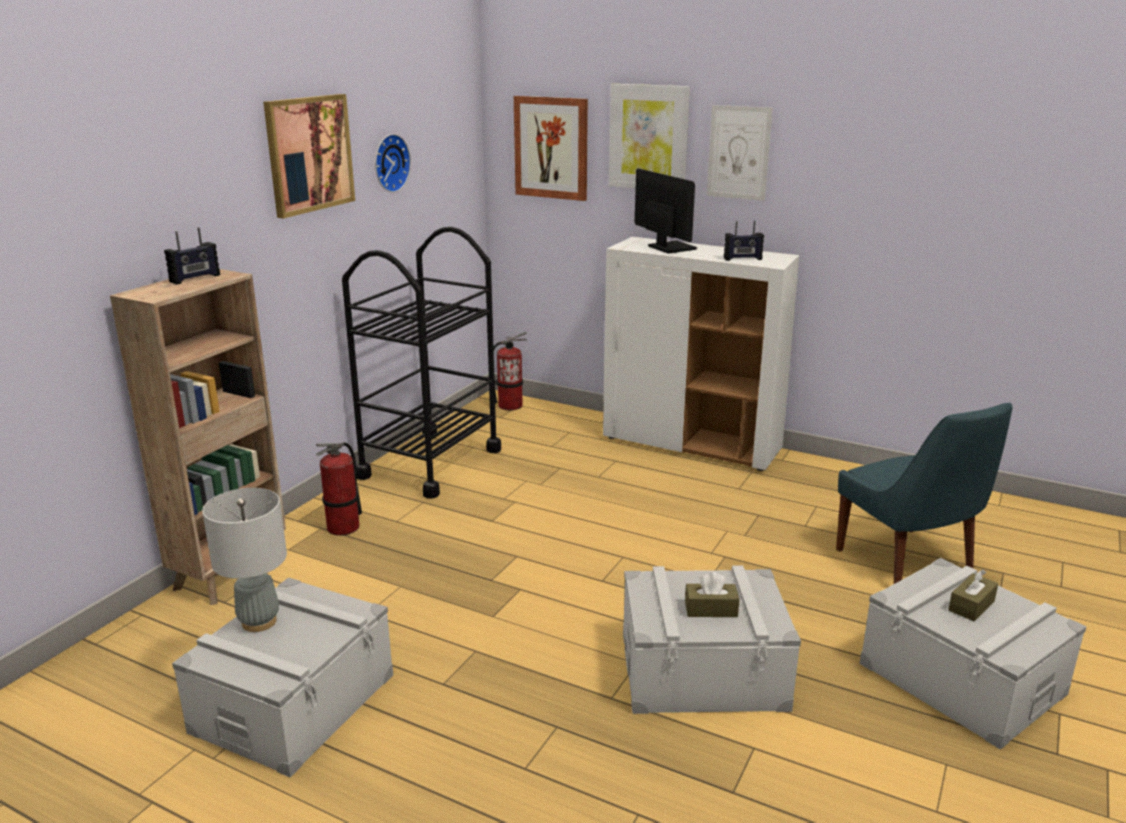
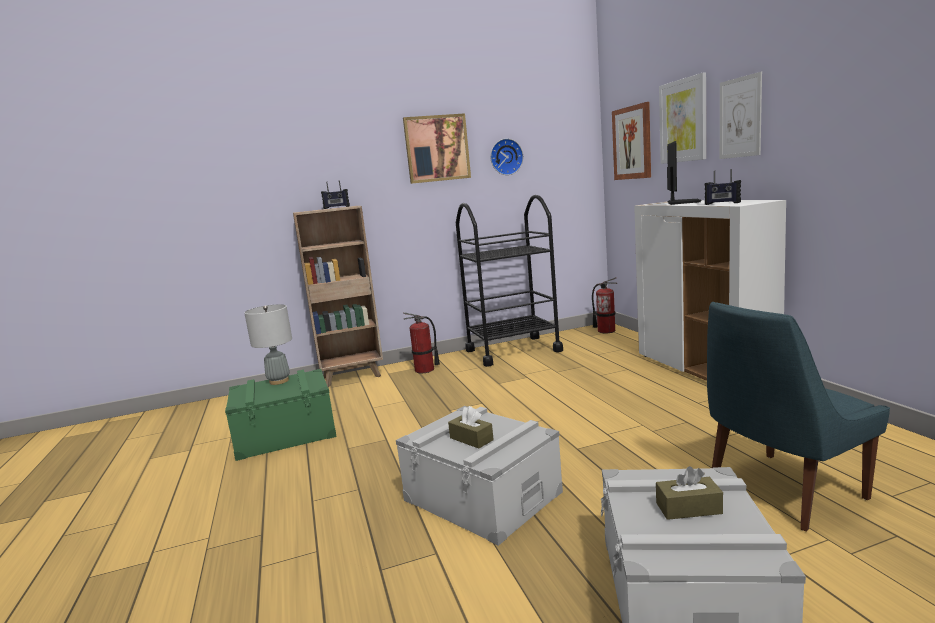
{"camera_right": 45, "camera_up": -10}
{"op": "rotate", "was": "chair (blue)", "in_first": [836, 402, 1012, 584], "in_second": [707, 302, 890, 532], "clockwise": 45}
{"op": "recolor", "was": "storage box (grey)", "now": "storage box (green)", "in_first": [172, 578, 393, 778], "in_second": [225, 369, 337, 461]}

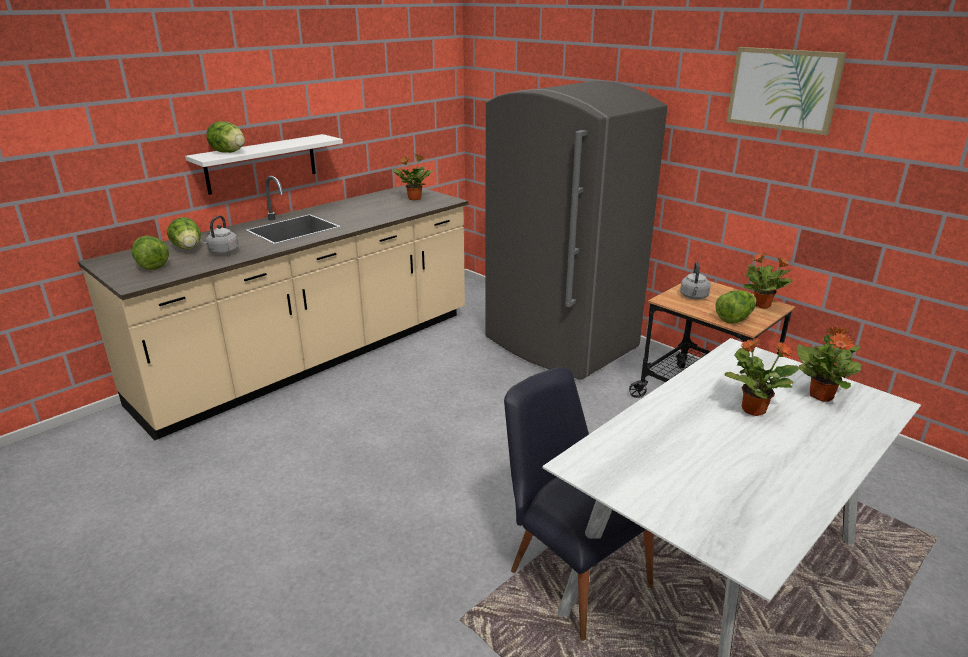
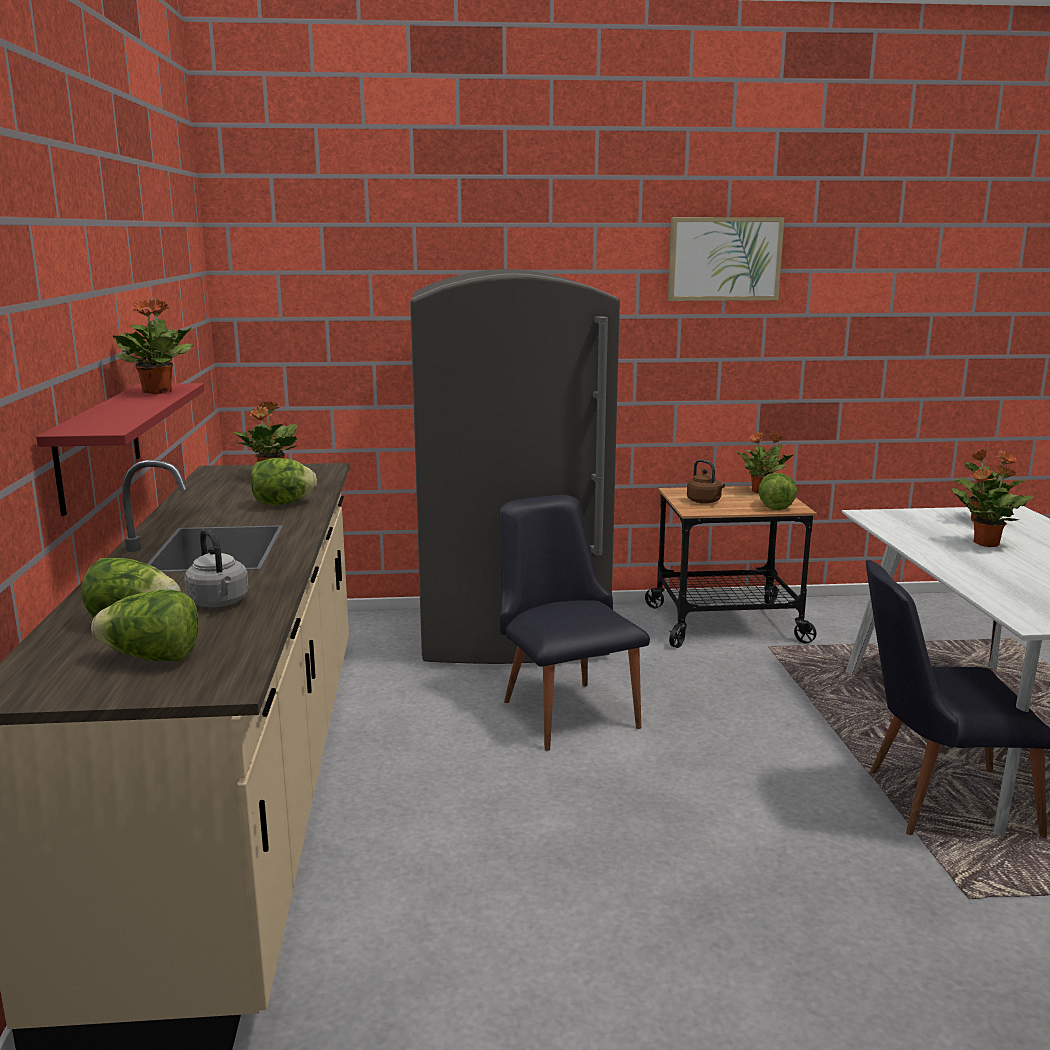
{"camera_right": -50, "camera_up": -10}
{"op": "move", "was": "lettuce", "in_first": [206, 121, 245, 153], "in_second": [251, 458, 317, 505]}
{"op": "recolor", "was": "shelf (white)", "now": "shelf (red)", "in_first": [185, 134, 343, 195], "in_second": [36, 383, 204, 516]}
{"op": "recolor", "was": "kettle (grey)", "now": "kettle (brown)", "in_first": [680, 262, 711, 299], "in_second": [687, 459, 725, 504]}
{"op": "insert", "now": "potted plant", "in_second": [113, 299, 193, 394]}
{"op": "insert", "now": "chair (black)", "in_second": [500, 495, 650, 751]}

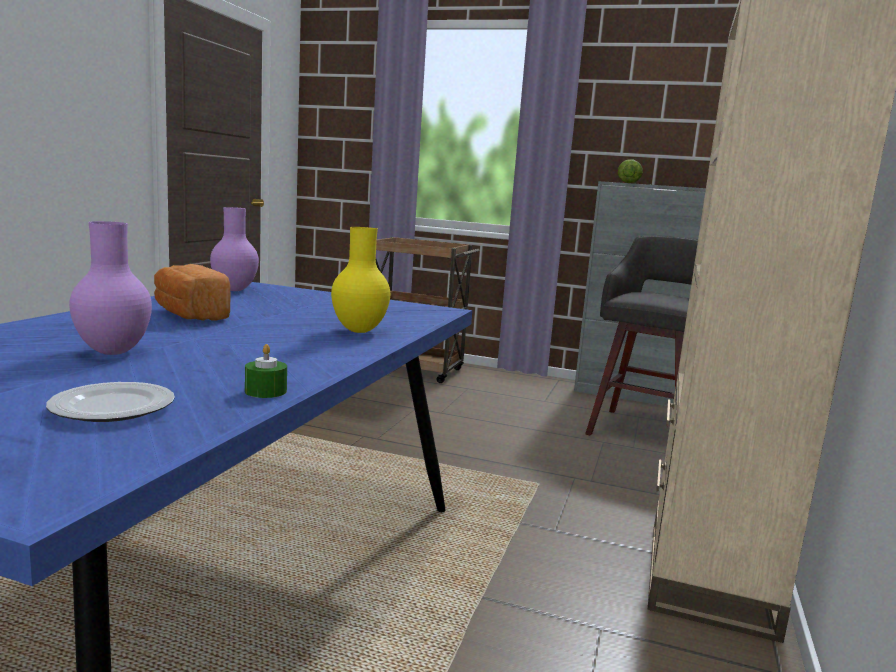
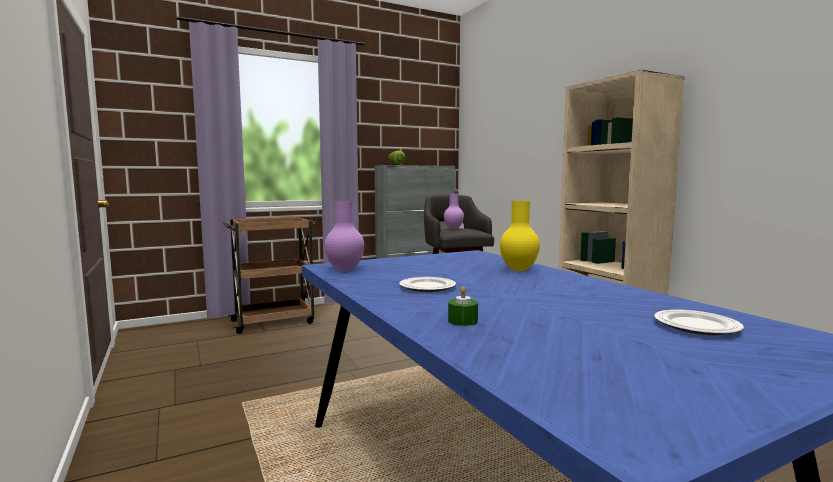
{"camera_right": -45, "camera_up": -5}
{"op": "move", "was": "vase (purple)", "in_first": [69, 221, 152, 355], "in_second": [444, 194, 464, 230]}
{"op": "replace", "was": "bread", "now": "plate", "in_first": [154, 264, 230, 321], "in_second": [399, 277, 456, 292]}
{"op": "move", "was": "candle (green)", "in_first": [245, 344, 287, 398], "in_second": [448, 286, 478, 326]}

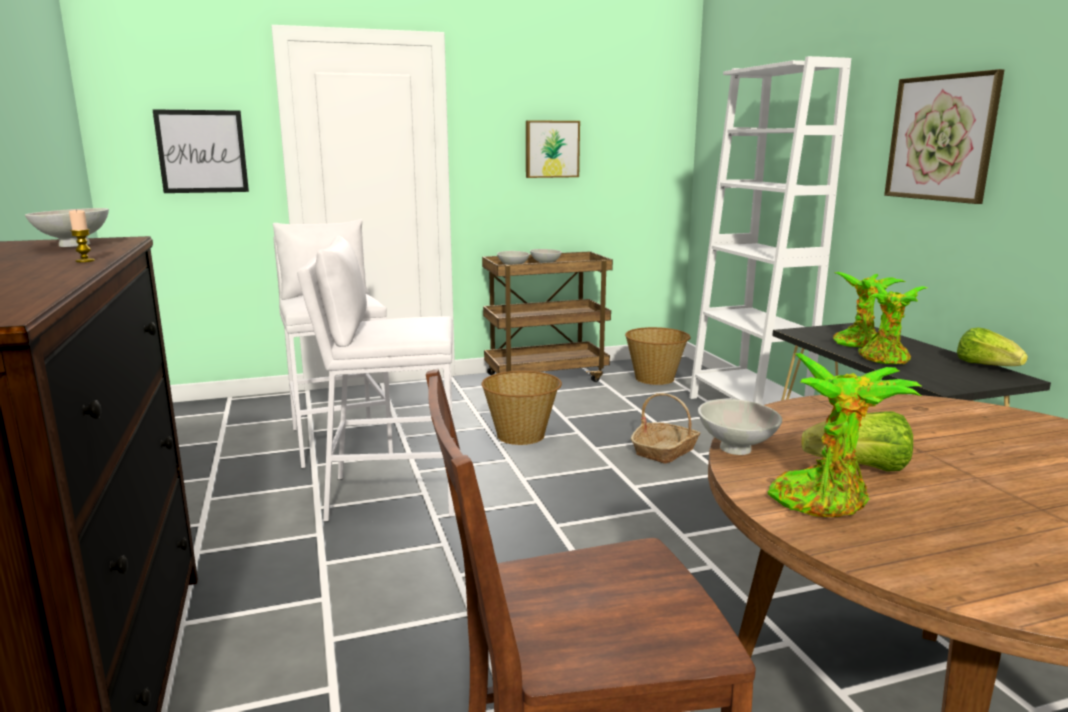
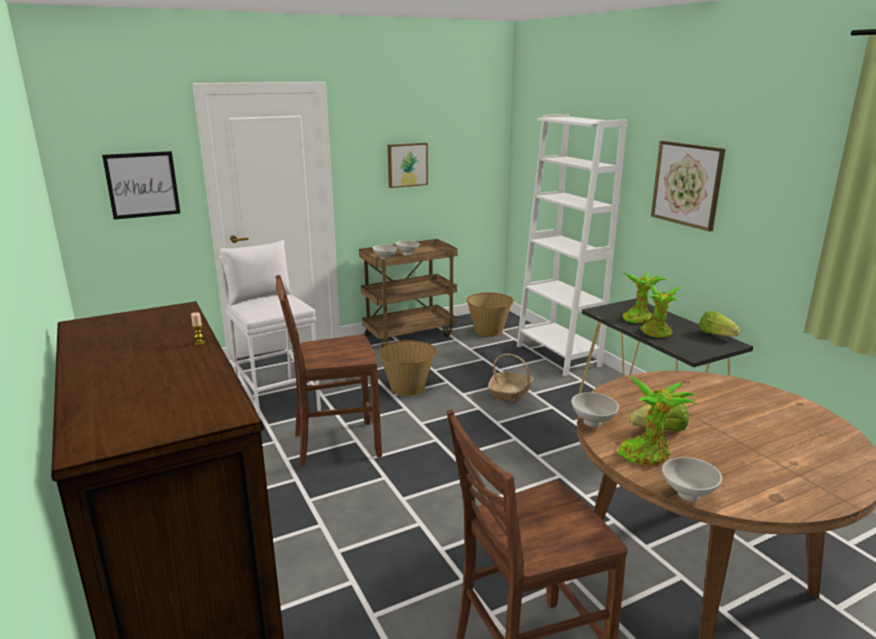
{"camera_right": -10, "camera_up": 5}
{"op": "move", "was": "bowl (white)", "in_first": [25, 208, 109, 247], "in_second": [662, 457, 722, 501]}
{"op": "replace", "was": "stool (white)", "now": "chair (brown)", "in_first": [297, 236, 454, 522], "in_second": [276, 275, 382, 466]}

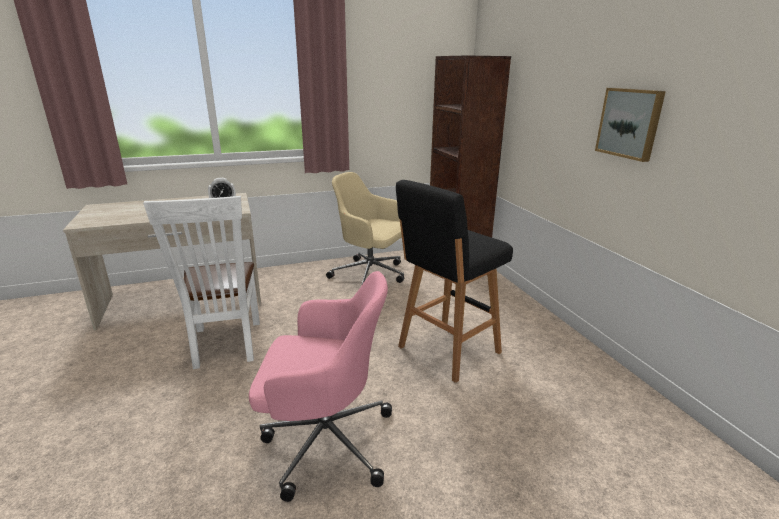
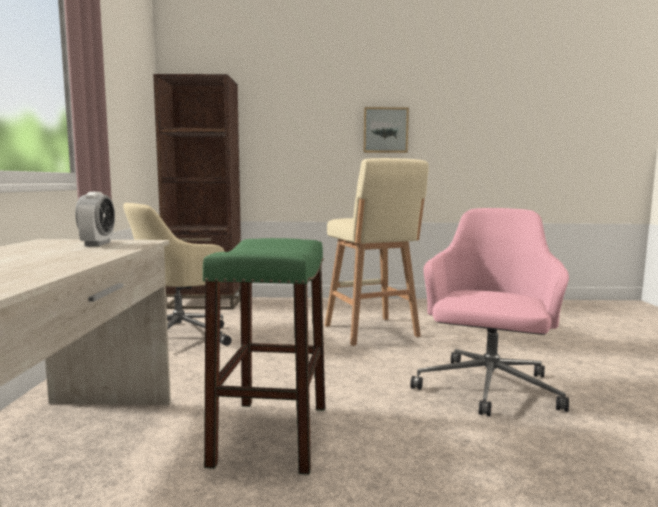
{"camera_right": -70, "camera_up": -15}
{"op": "recolor", "was": "stool (black)", "now": "stool (beige)", "in_first": [396, 180, 513, 383], "in_second": [325, 158, 429, 346]}
{"op": "replace", "was": "chair (white)", "now": "stool (green)", "in_first": [143, 196, 260, 369], "in_second": [202, 238, 325, 475]}

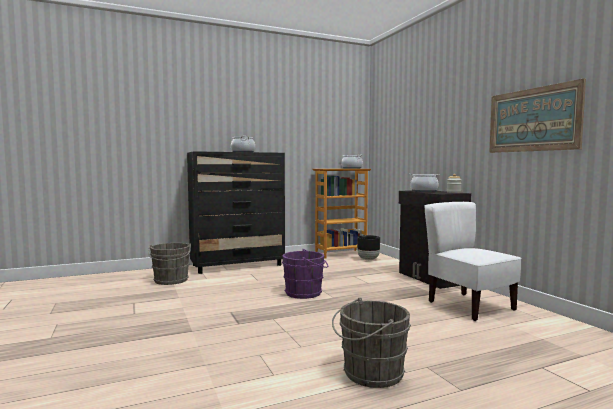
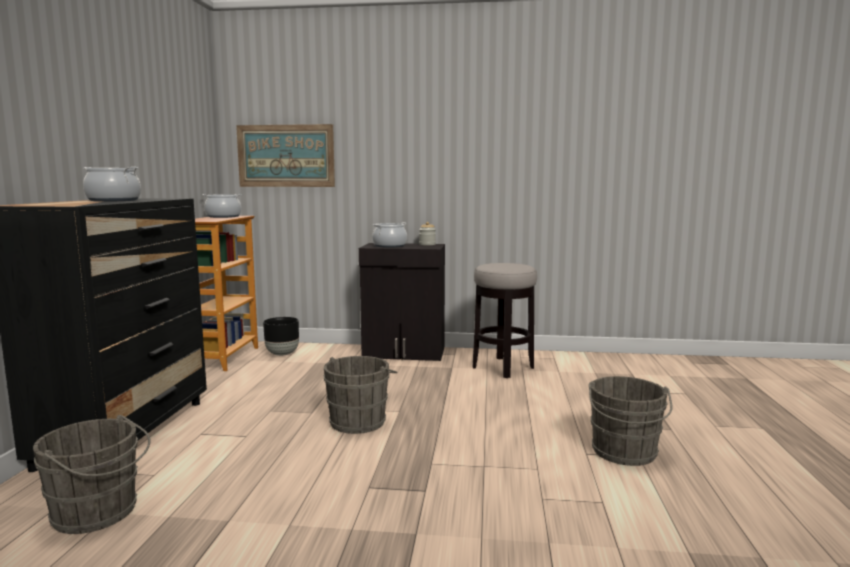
{"camera_right": -60, "camera_up": 5}
{"op": "move", "was": "picture", "in_first": [489, 79, 586, 153], "in_second": [236, 124, 335, 187]}
{"op": "replace", "was": "chair (white)", "now": "stool", "in_first": [425, 202, 521, 321], "in_second": [473, 263, 537, 378]}
{"op": "recolor", "was": "bucket (purple)", "now": "bucket (grey)", "in_first": [282, 249, 328, 299], "in_second": [323, 356, 397, 434]}

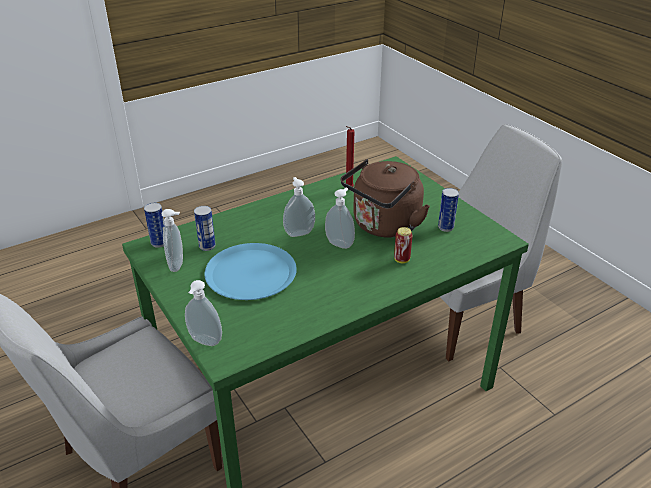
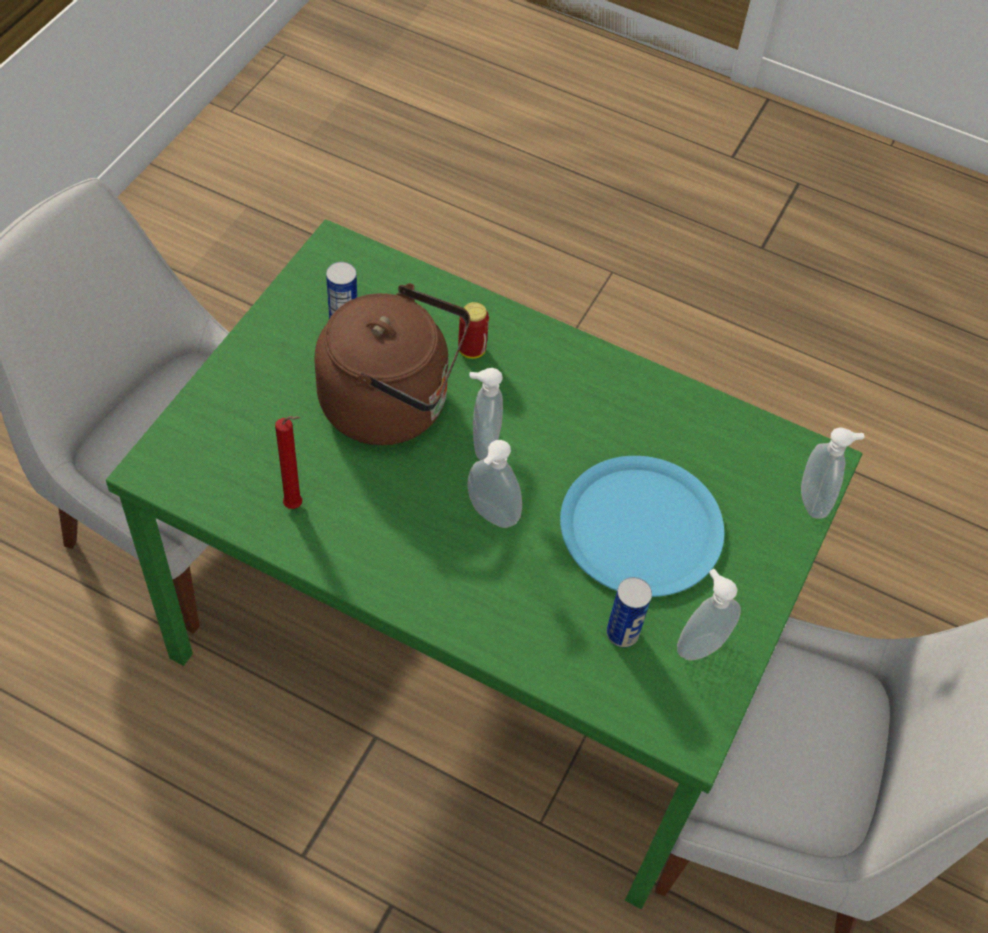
{"camera_right": -125, "camera_up": 20}
{"op": "delete", "was": "can", "in_first": [144, 203, 165, 248]}

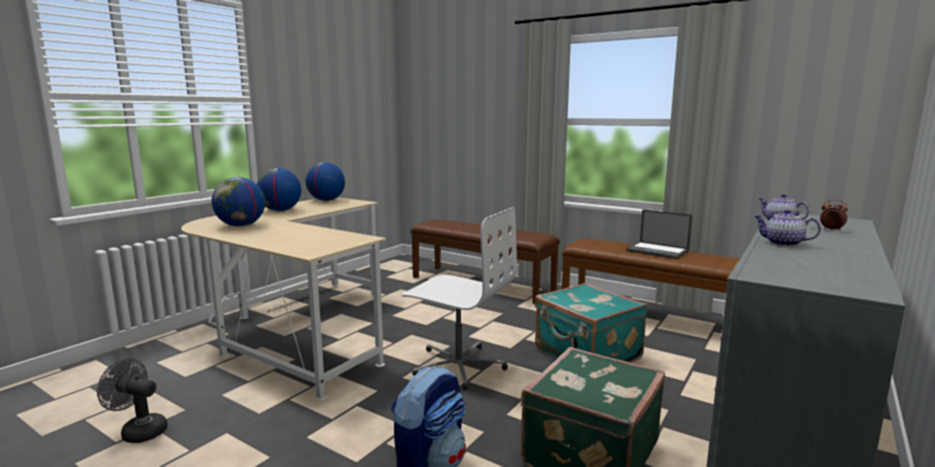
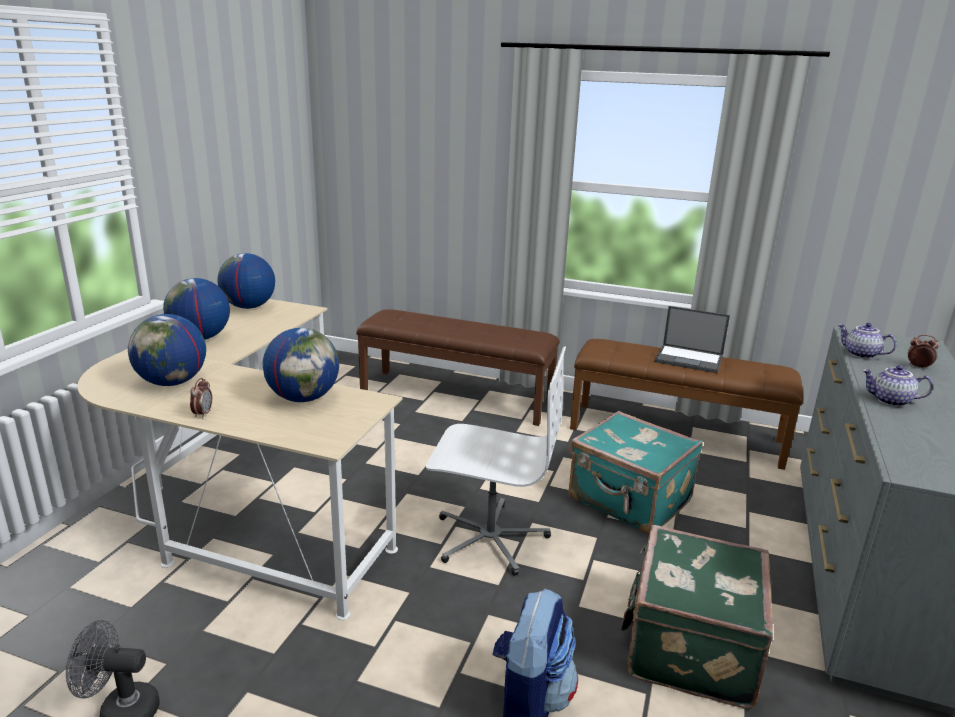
{"camera_right": -15, "camera_up": 10}
{"op": "insert", "now": "globe", "in_second": [263, 328, 339, 402]}
{"op": "insert", "now": "alarm clock", "in_second": [190, 378, 212, 419]}

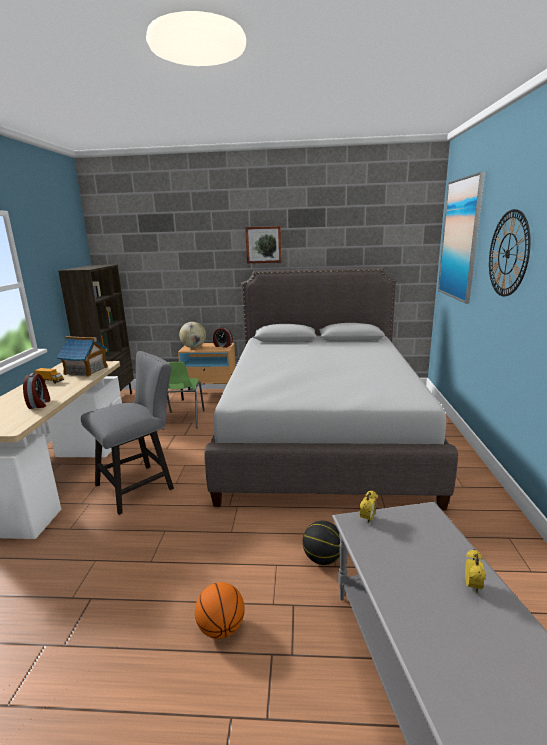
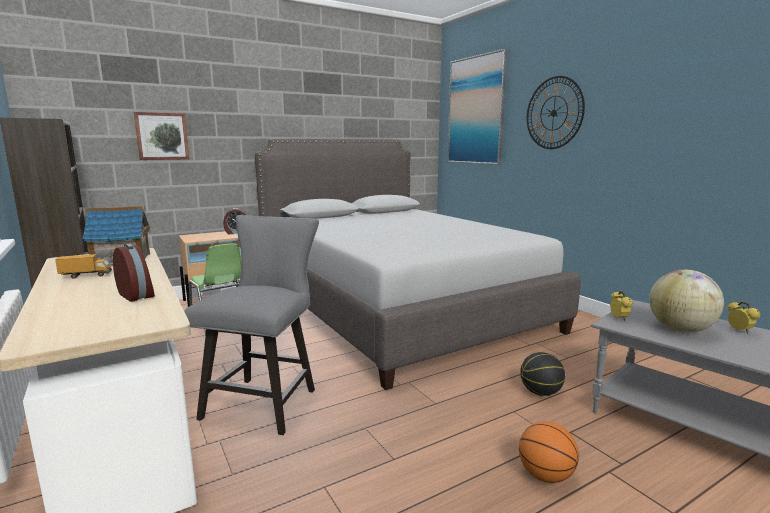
{"camera_right": -35, "camera_up": -5}
{"op": "move", "was": "picture", "in_first": [245, 226, 282, 263], "in_second": [134, 112, 190, 160]}
{"op": "move", "was": "globe", "in_first": [179, 322, 206, 348], "in_second": [649, 270, 724, 332]}

